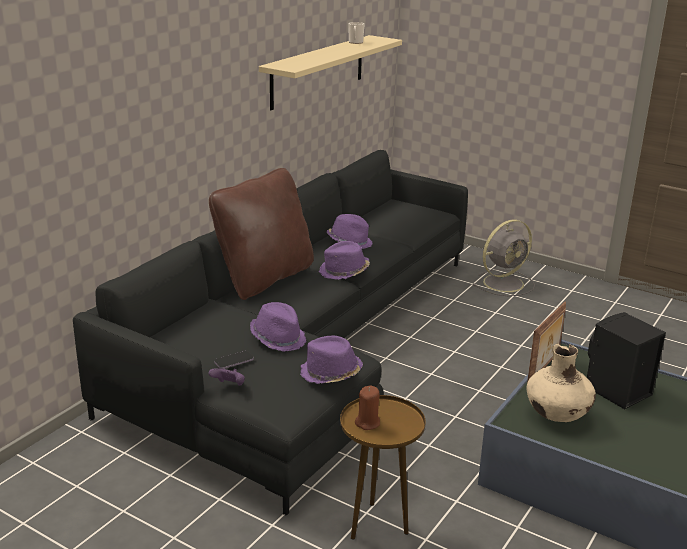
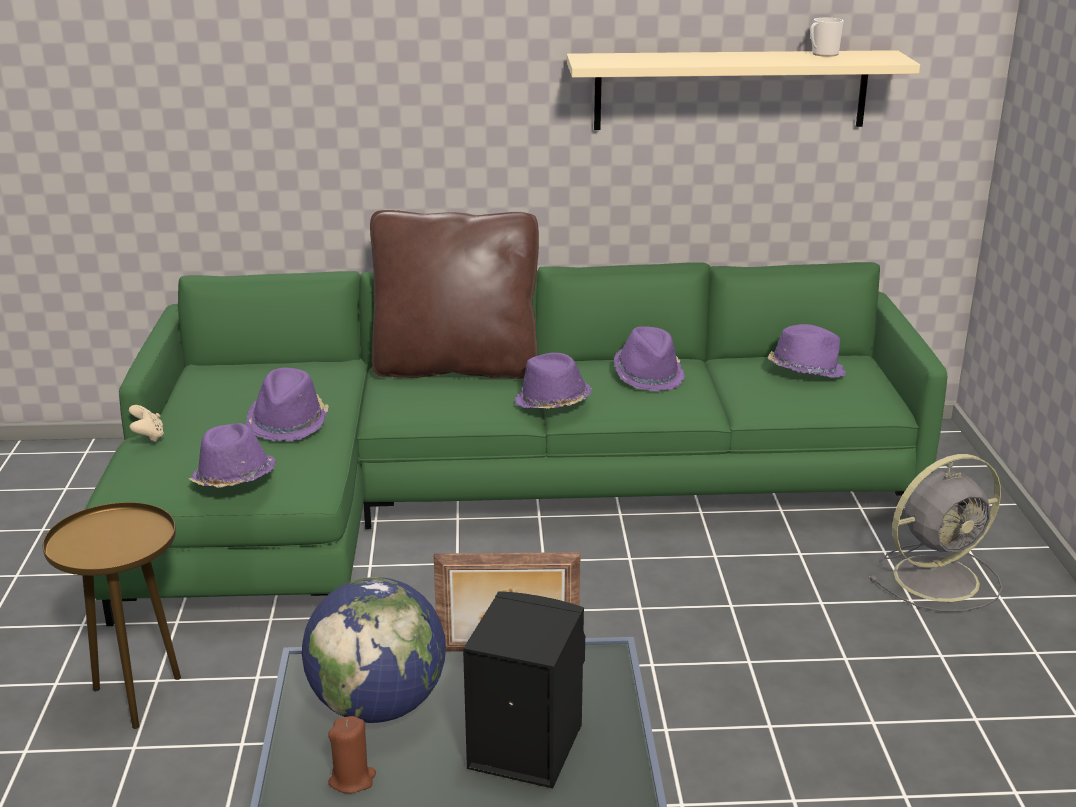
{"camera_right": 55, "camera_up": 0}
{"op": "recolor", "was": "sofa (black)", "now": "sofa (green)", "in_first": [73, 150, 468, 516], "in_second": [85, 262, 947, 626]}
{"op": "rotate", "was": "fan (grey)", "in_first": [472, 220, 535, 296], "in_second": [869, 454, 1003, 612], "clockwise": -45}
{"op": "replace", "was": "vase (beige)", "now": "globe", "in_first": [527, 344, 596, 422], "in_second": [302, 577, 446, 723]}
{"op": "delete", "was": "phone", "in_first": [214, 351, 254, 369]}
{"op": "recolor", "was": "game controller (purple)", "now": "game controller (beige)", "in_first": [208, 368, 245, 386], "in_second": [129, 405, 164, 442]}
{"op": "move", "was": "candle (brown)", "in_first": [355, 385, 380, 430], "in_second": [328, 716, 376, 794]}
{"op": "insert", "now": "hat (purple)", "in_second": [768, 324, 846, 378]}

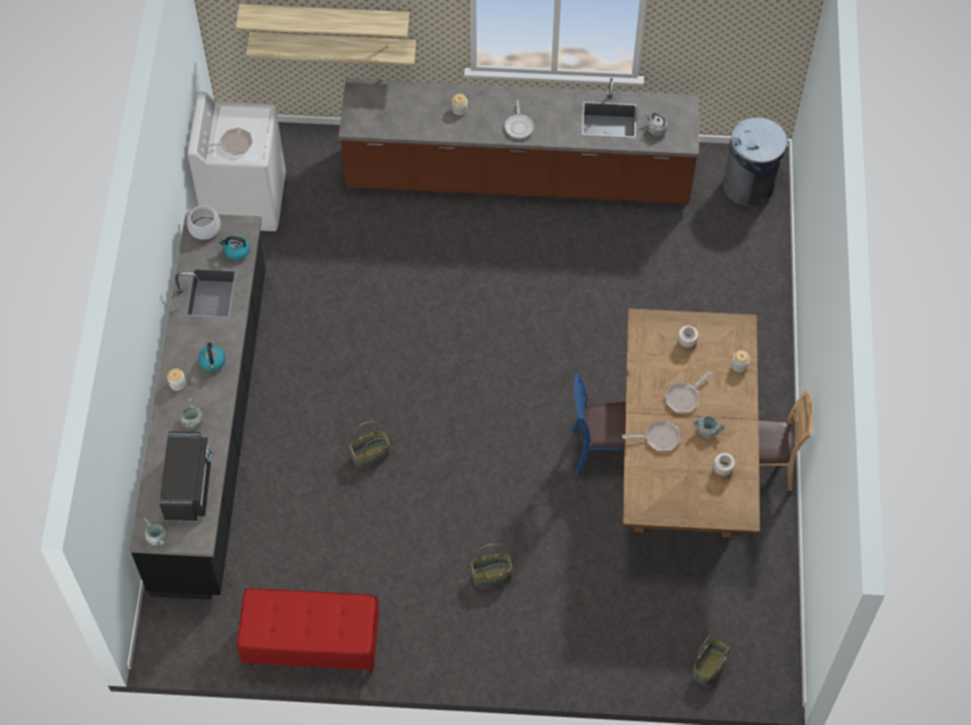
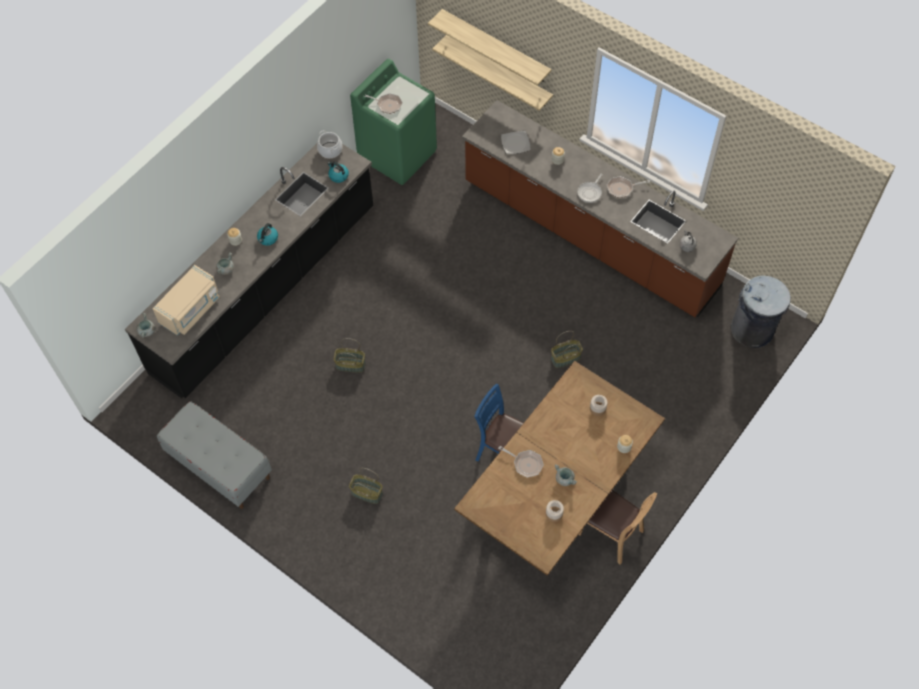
{"camera_right": 35, "camera_up": 0}
{"op": "recolor", "was": "washing machine (white)", "now": "washing machine (green)", "in_first": [187, 91, 286, 231], "in_second": [350, 59, 437, 185]}
{"op": "move", "was": "frying pan", "in_first": [666, 371, 711, 413], "in_second": [607, 176, 650, 198]}
{"op": "recolor", "was": "microwave (black)", "now": "microwave (beige)", "in_first": [159, 431, 212, 522], "in_second": [152, 265, 220, 335]}
{"op": "recolor", "was": "bench (red)", "now": "bench (grey)", "in_first": [237, 588, 379, 673], "in_second": [157, 401, 272, 509]}
{"op": "move", "was": "basket", "in_first": [693, 634, 731, 686], "in_second": [551, 331, 583, 368]}
{"op": "insert", "now": "plate", "in_second": [501, 131, 531, 154]}

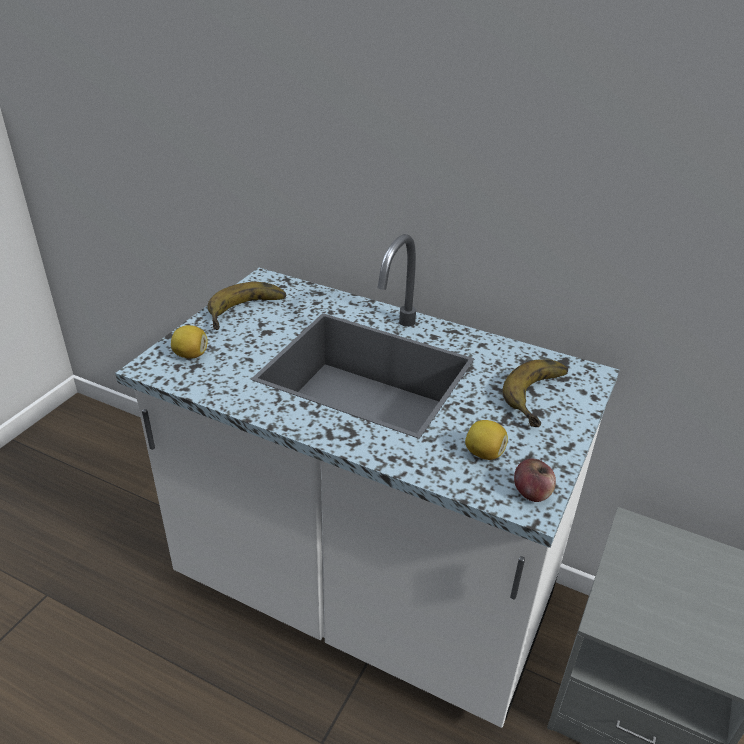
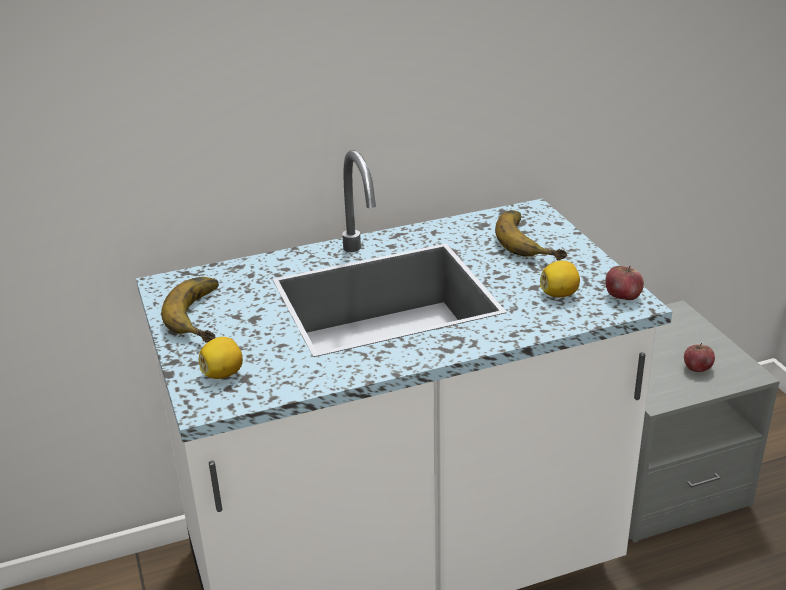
{"camera_right": -45, "camera_up": -5}
{"op": "insert", "now": "apple", "in_second": [684, 343, 715, 372]}

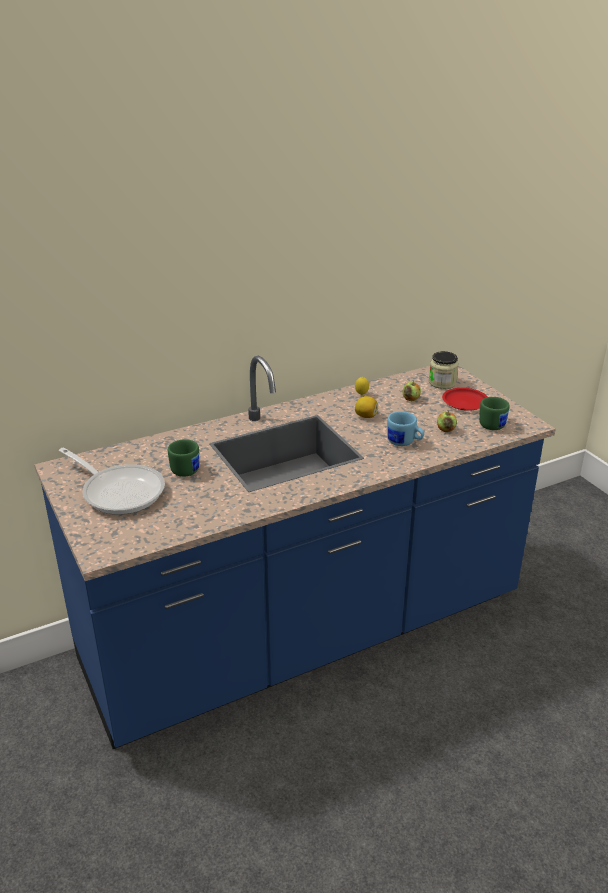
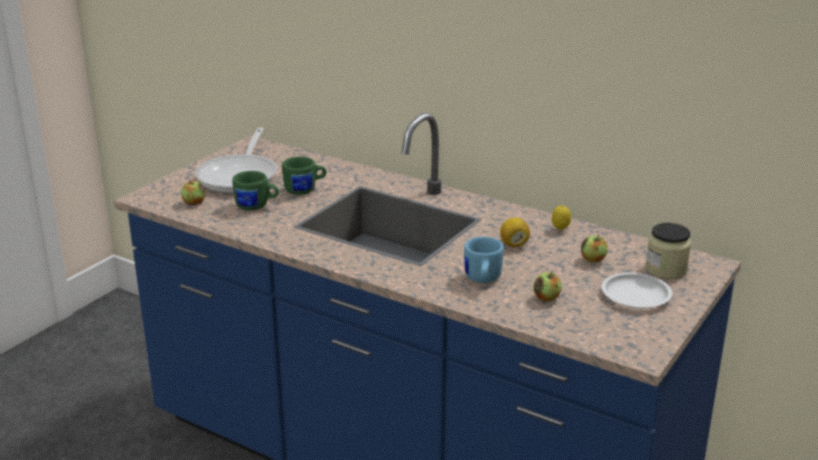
{"camera_right": 60, "camera_up": -5}
{"op": "recolor", "was": "plate (red)", "now": "plate (white)", "in_first": [442, 388, 488, 411], "in_second": [601, 273, 672, 308]}
{"op": "move", "was": "mug (green)", "in_first": [479, 397, 510, 430], "in_second": [232, 171, 279, 210]}
{"op": "insert", "now": "apple", "in_second": [181, 179, 205, 205]}

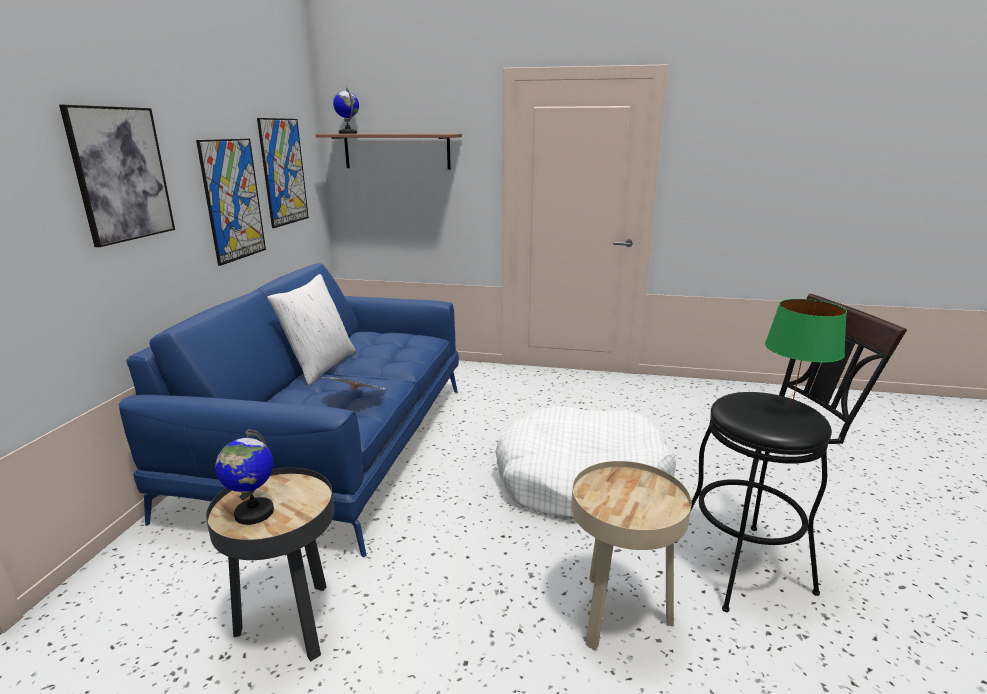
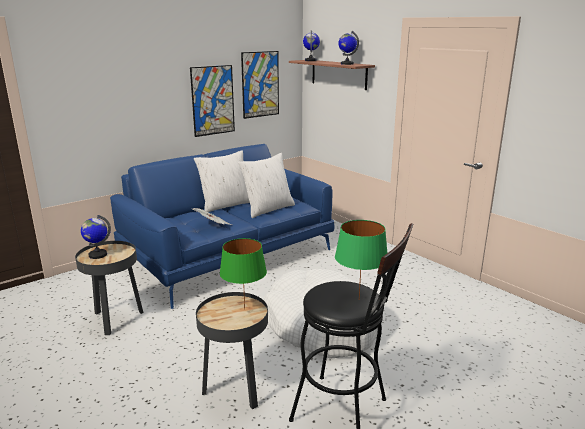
{"camera_right": 40, "camera_up": 0}
{"op": "delete", "was": "picture", "in_first": [59, 105, 175, 247]}
{"op": "recolor", "was": "side table (beige)", "now": "side table (black)", "in_first": [571, 461, 692, 651], "in_second": [196, 292, 268, 409]}
{"op": "insert", "now": "globe", "in_second": [338, 31, 359, 65]}
{"op": "insert", "now": "pillow (white)", "in_second": [238, 153, 295, 218]}
{"op": "insert", "now": "table lamp (green)", "in_second": [220, 238, 267, 309]}

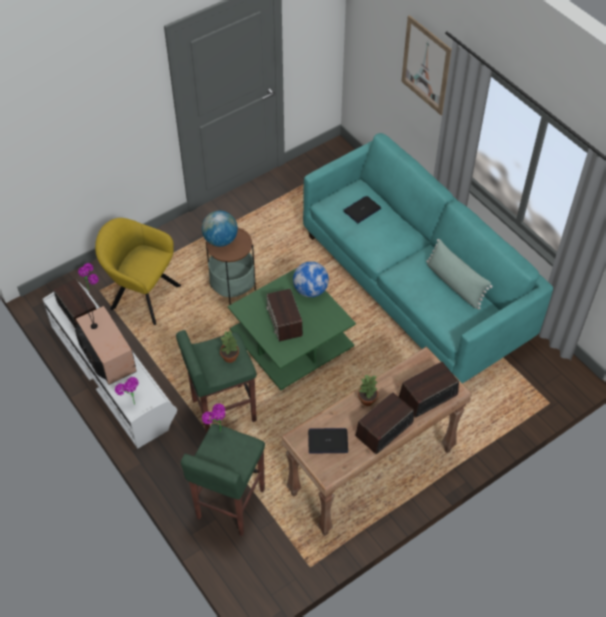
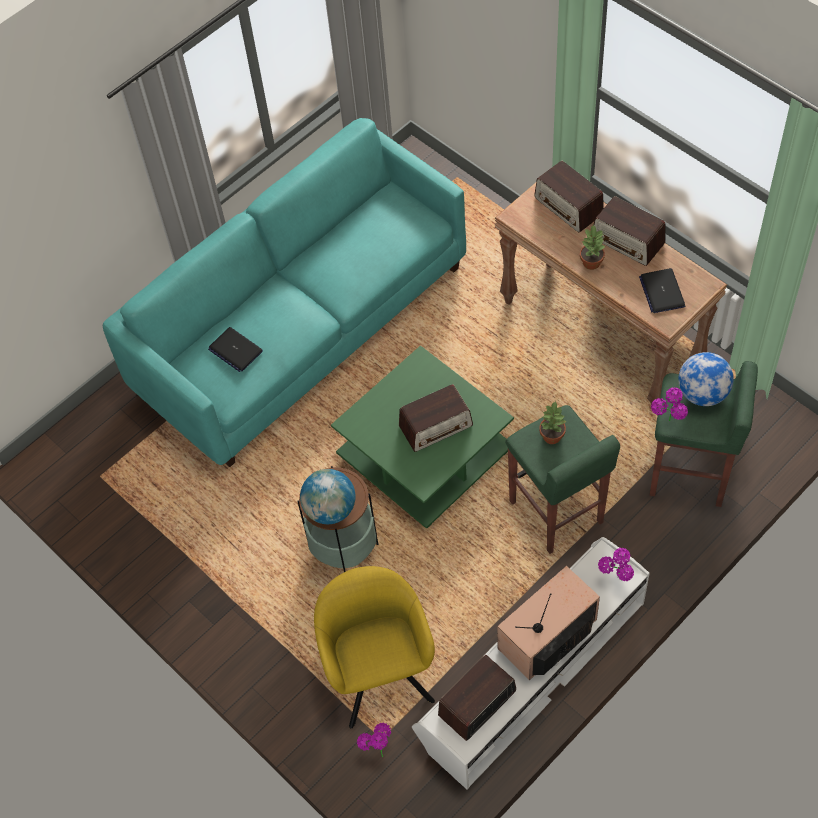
{"camera_right": -95, "camera_up": 5}
{"op": "delete", "was": "picture", "in_first": [401, 15, 452, 116]}
{"op": "rotate", "was": "armchair (yellow)", "in_first": [95, 218, 181, 325], "in_second": [314, 566, 435, 728], "clockwise": 150}
{"op": "delete", "was": "pillow (green)", "in_first": [426, 239, 493, 309]}
{"op": "move", "was": "globe", "in_first": [293, 261, 329, 297], "in_second": [678, 352, 734, 406]}

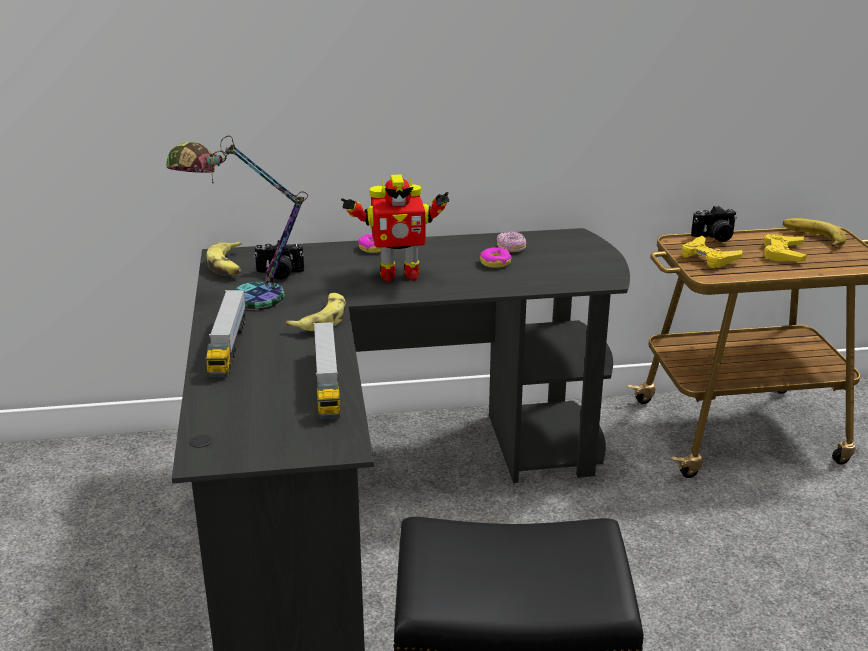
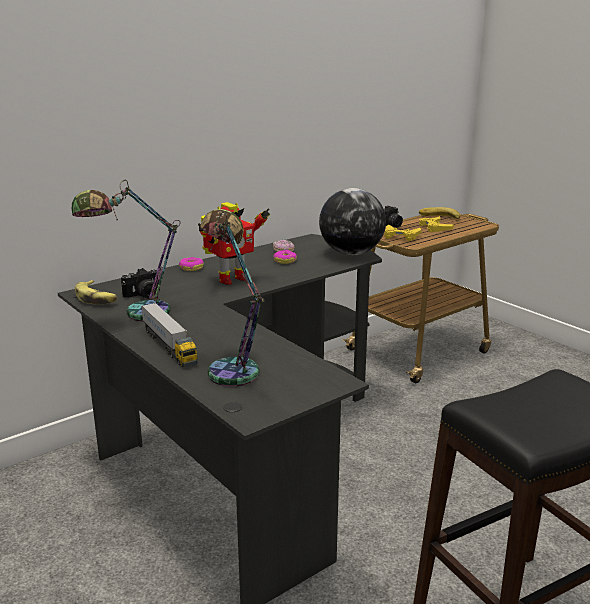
{"camera_right": -30, "camera_up": -5}
{"op": "delete", "was": "banana", "in_first": [285, 293, 346, 331]}
{"op": "delete", "was": "toy truck", "in_first": [313, 322, 340, 420]}
{"op": "insert", "now": "globe", "in_second": [319, 188, 386, 255]}
{"op": "insert", "now": "table lamp", "in_second": [200, 209, 265, 387]}

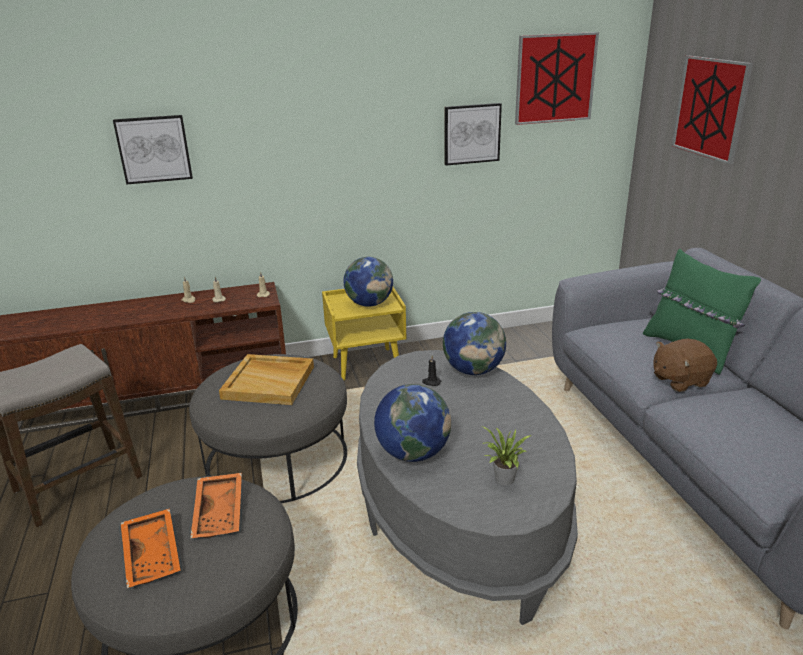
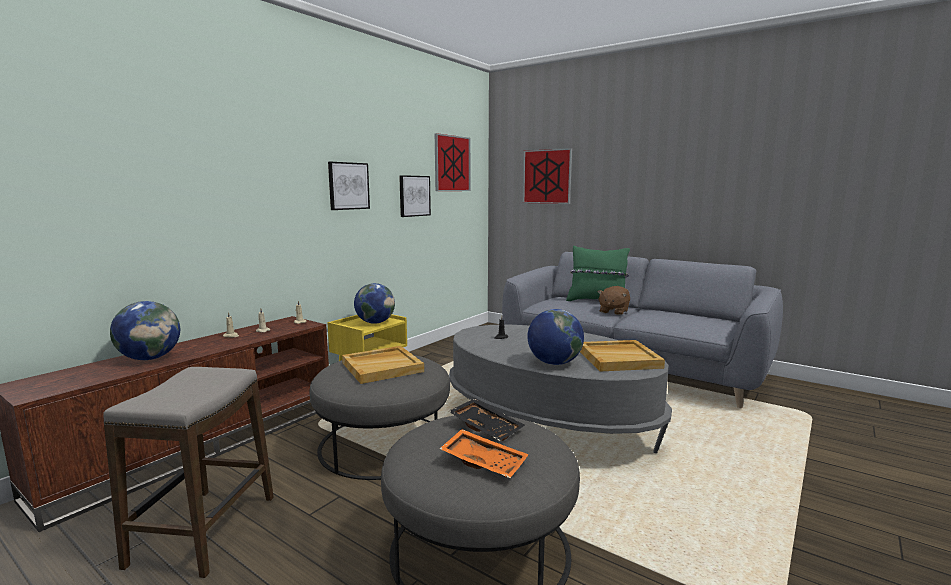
{"camera_right": -40, "camera_up": -15}
{"op": "move", "was": "picture", "in_first": [113, 115, 193, 185], "in_second": [328, 162, 370, 210]}
{"op": "move", "was": "globe", "in_first": [443, 312, 506, 375], "in_second": [110, 301, 180, 360]}
{"op": "replace", "was": "potted plant", "now": "tray (beige)", "in_first": [482, 426, 533, 485], "in_second": [580, 340, 665, 372]}
{"op": "recolor", "was": "tray (orange)", "now": "tray (black)", "in_first": [190, 473, 242, 539], "in_second": [448, 399, 525, 441]}

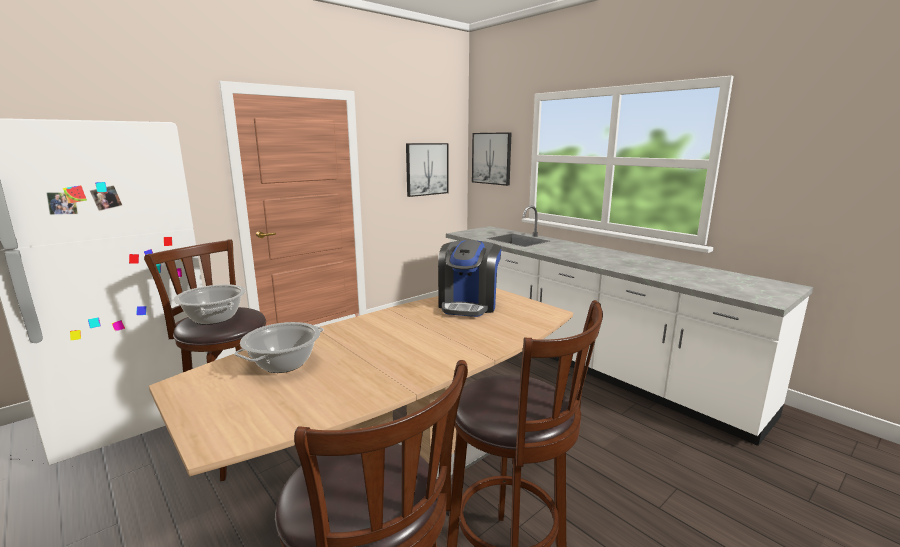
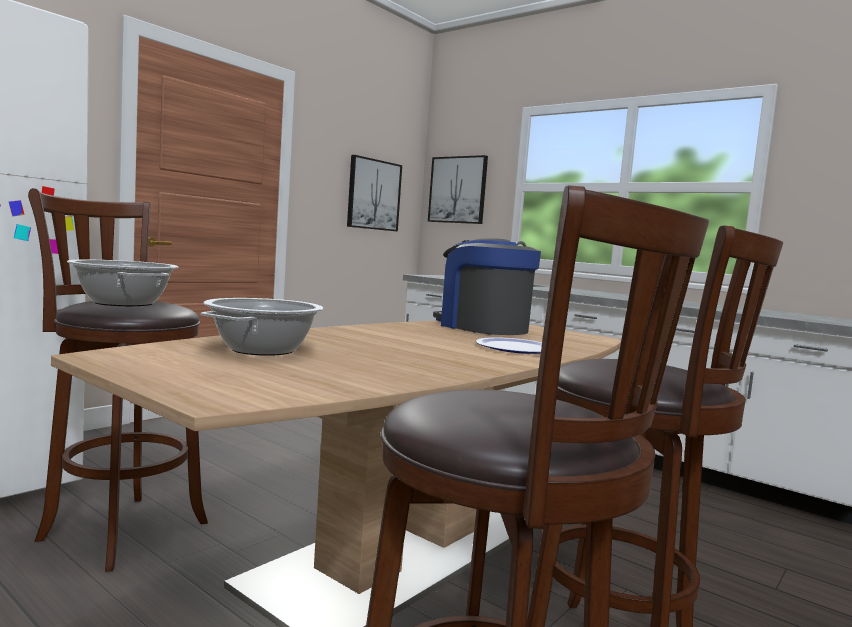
{"camera_right": -10, "camera_up": -10}
{"op": "rotate", "was": "coffee machine", "in_first": [438, 240, 502, 317], "in_second": [433, 238, 541, 335], "clockwise": 135}
{"op": "insert", "now": "plate", "in_second": [476, 337, 542, 354]}

